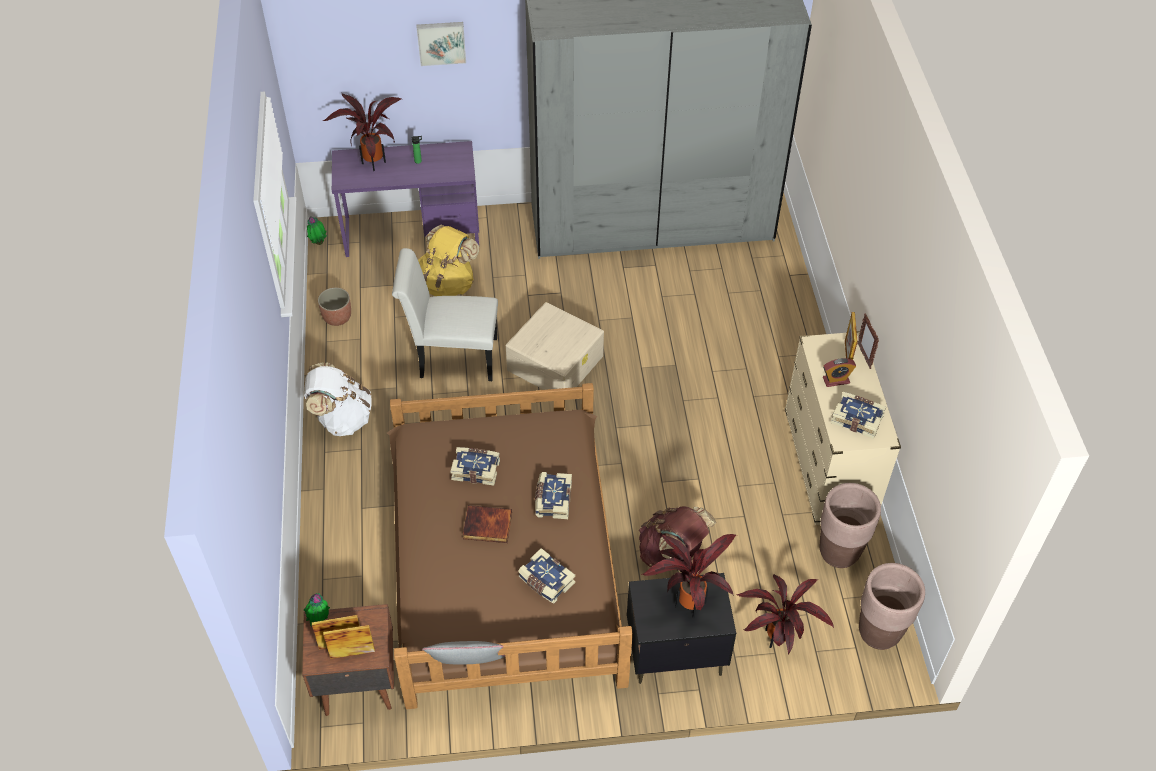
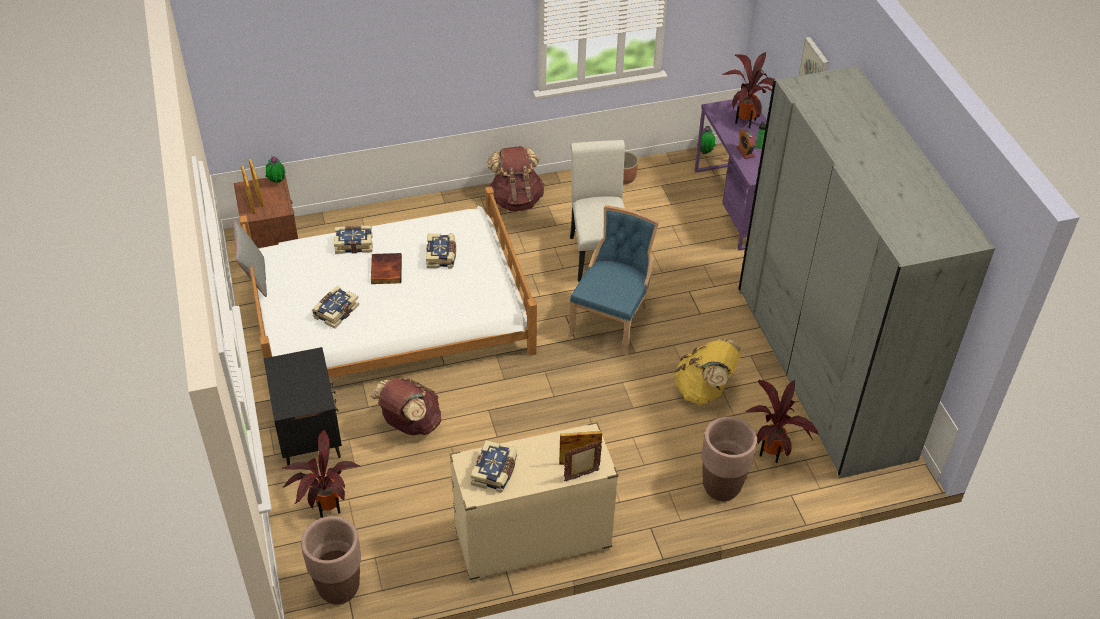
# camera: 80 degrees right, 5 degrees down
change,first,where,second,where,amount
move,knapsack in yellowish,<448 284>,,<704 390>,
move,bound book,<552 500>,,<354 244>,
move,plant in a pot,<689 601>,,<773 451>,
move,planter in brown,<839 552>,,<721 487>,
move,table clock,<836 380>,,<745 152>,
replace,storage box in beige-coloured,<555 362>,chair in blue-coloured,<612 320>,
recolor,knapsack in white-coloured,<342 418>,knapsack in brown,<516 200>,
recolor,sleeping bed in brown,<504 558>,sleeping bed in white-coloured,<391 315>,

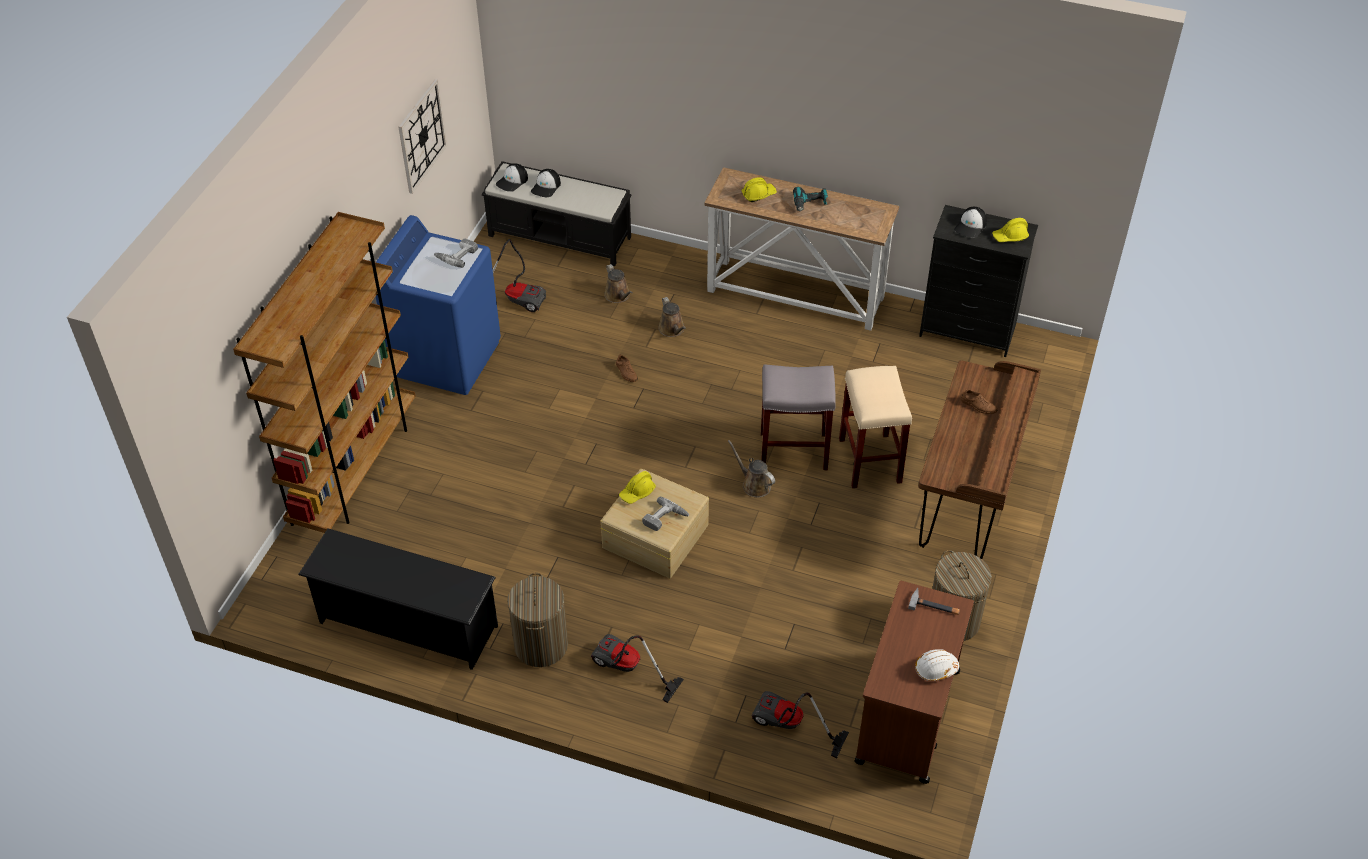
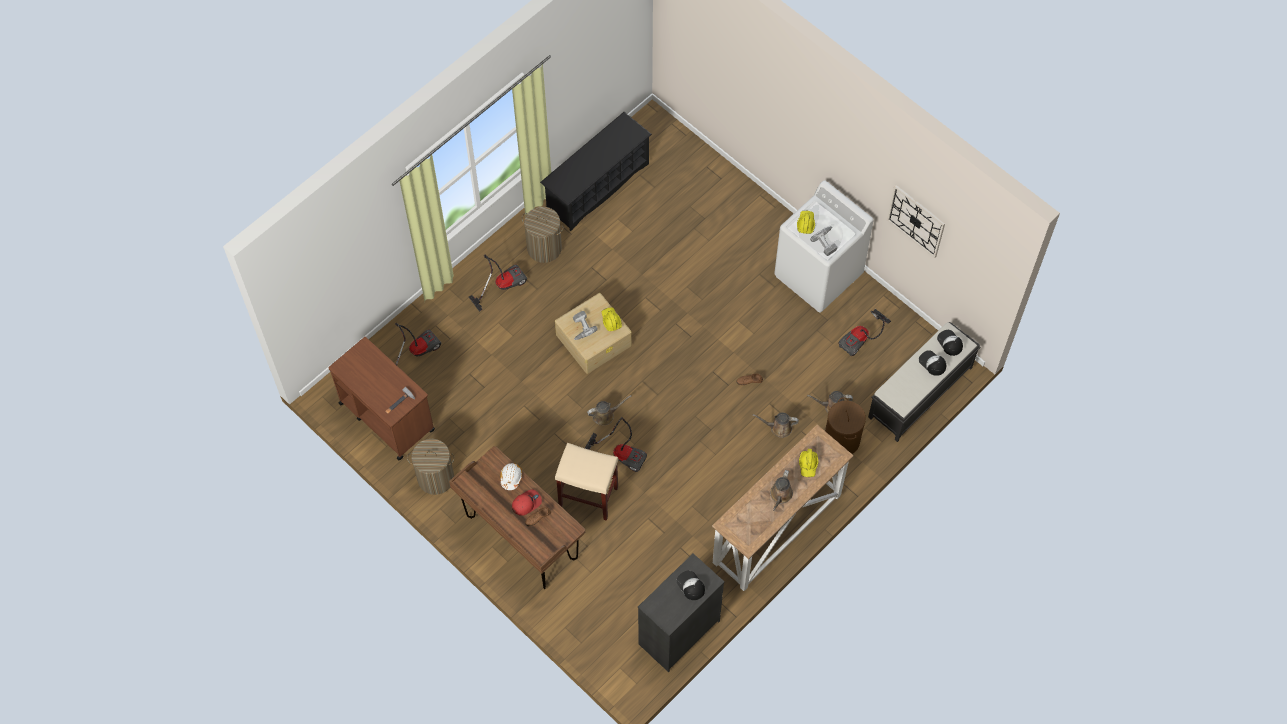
# camera: 115 degrees right, 15 degrees up
change,first,where,second,where,amount
delete,shelving unit in brown,<354 468>,,,
insert,,,peaked cap in red,<526 503>,
insert,,,hamper in brown,<841 440>,
move,work helmet in white-coloured,<935 669>,,<511 477>,
move,work helmet in yellowish,<1010 237>,,<805 224>,
replace,stool in grey,<794 450>,hoover,<622 454>,
replace,drill,<810 204>,watering pot in brown,<780 495>,
recolor,laundry appliance in blue-coloured,<446 358>,laundry appliance in white-coloured,<818 275>,

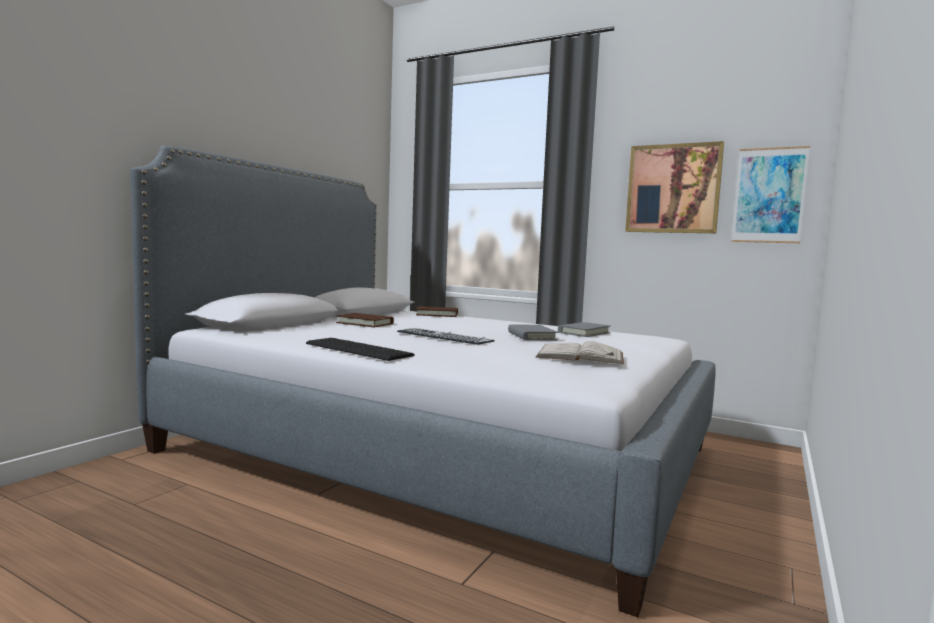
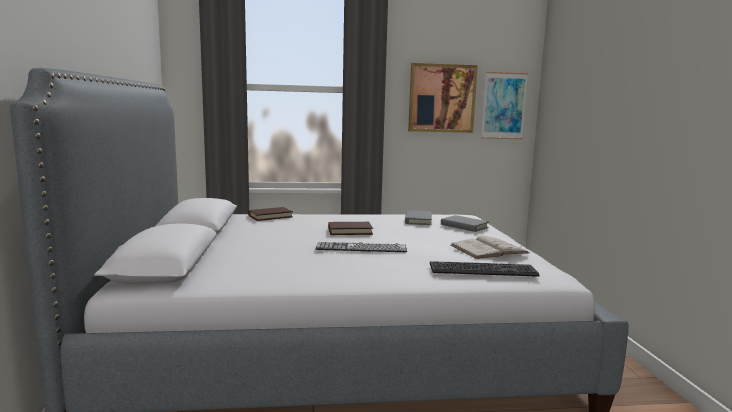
# camera: 35 degrees left, 5 degrees up
change,first,where,second,where,amount
move,keyboard,<358 349>,,<481 269>,
move,bound book in brown,<365 323>,,<350 231>,
move,bound book in grey,<531 336>,,<464 226>,

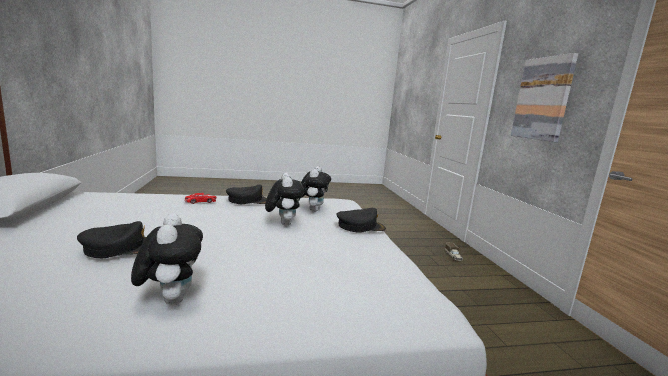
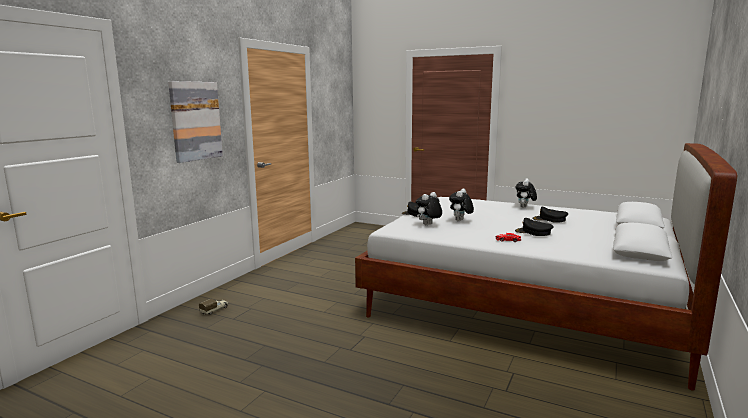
# camera: 140 degrees left, 0 degrees up
change,first,where,second,where,amount
move,peaked cap in black-coloured,<248 200>,,<533 232>,

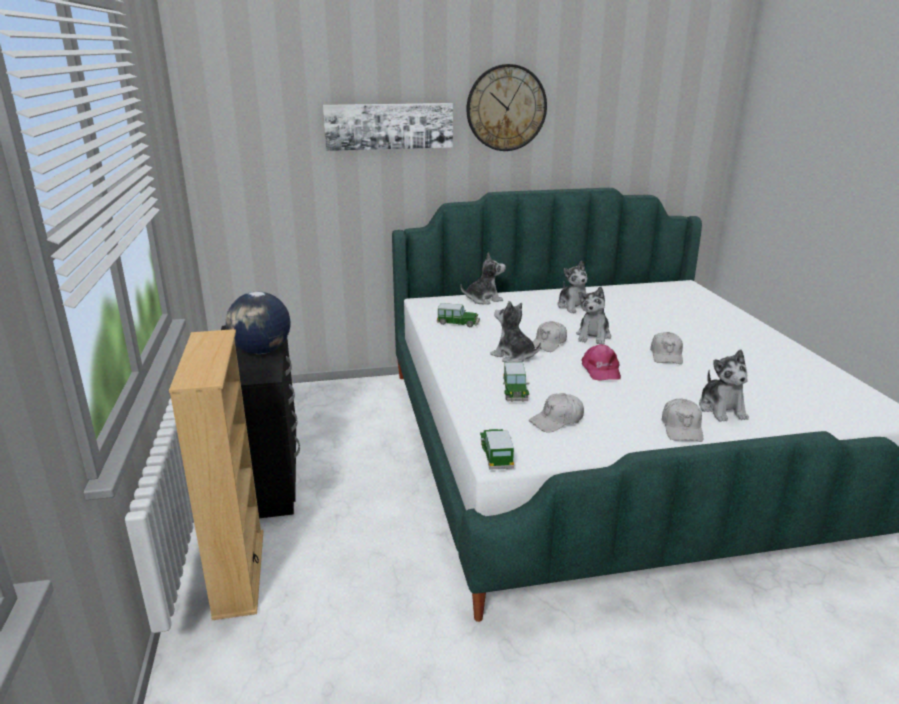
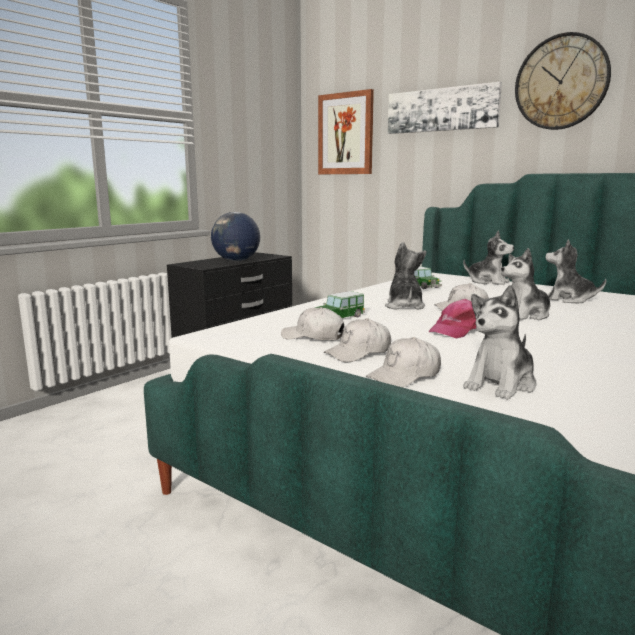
# camera: 50 degrees right, 10 degrees down
change,first,where,second,where,amount
delete,shelving unit in beige-coloured,<239 573>,,,
delete,miniature car,<496 455>,,,
insert,,,picture,<345 134>,
move,peaked cap in white-coloured,<666 355>,,<358 353>,
rotate,cuddly toy,<573 306>,,<568 300>,90 degrees clockwise

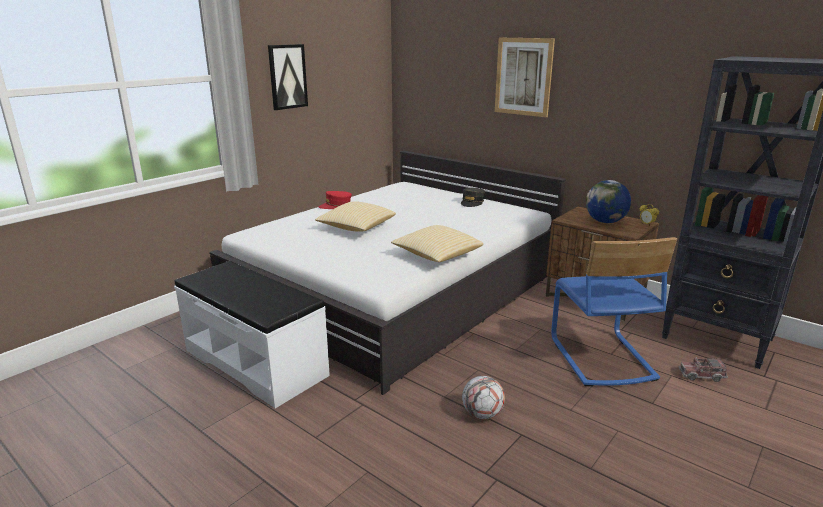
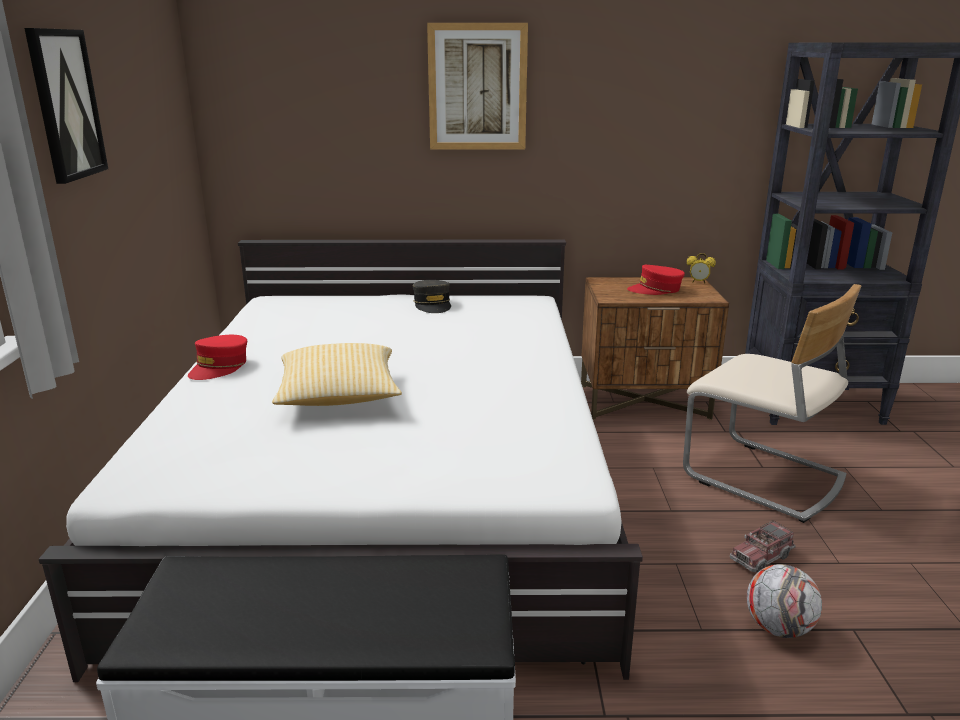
# camera: 40 degrees left, 0 degrees up
change,first,where,second,where,amount
delete,cushion,<436 256>,,,
move,toy truck,<701 375>,,<761 557>,
replace,globe,<605 222>,peaked cap in red,<655 290>,
recolor,chair in blue-coloured,<600 358>,chair in beige-coloured,<762 478>,

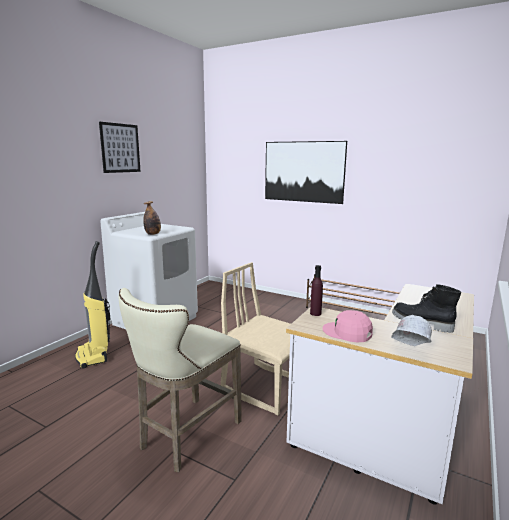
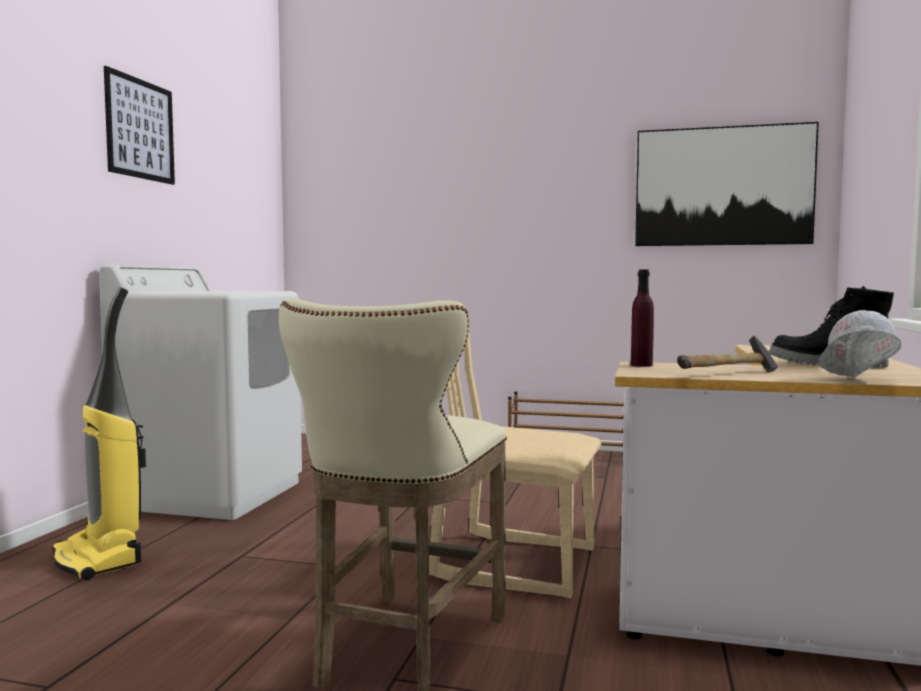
# camera: 15 degrees left, 10 degrees down
change,first,where,second,where,amount
delete,bottle,<153 234>,,,
move,picture,<303 172>,,<723 186>,
replace,peaked cap in pink,<347 332>,hand hammer,<728 374>,

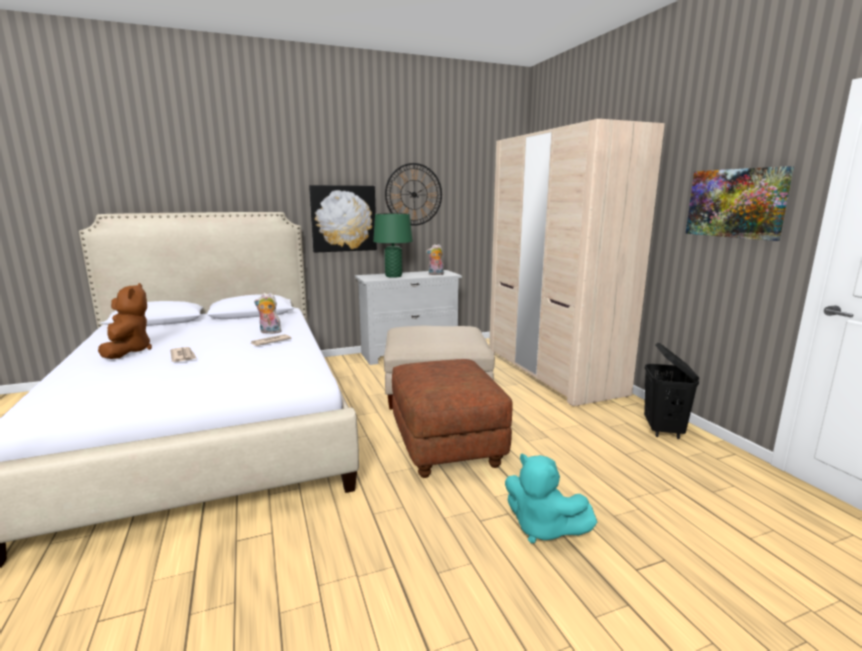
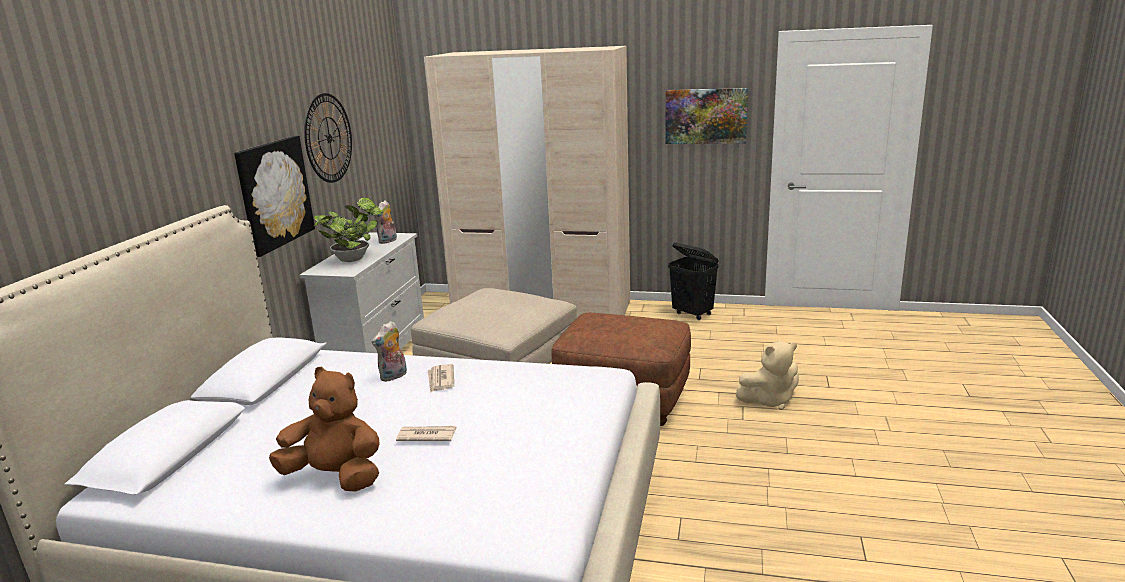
# camera: 55 degrees left, 5 degrees up
change,first,where,second,where,amount
replace,lamp for a table in greenish,<393 276>,plant in a pot,<354 259>,
recolor,cuddly toy in turquoise,<542 528>,cuddly toy in beige-coloured,<769 400>,

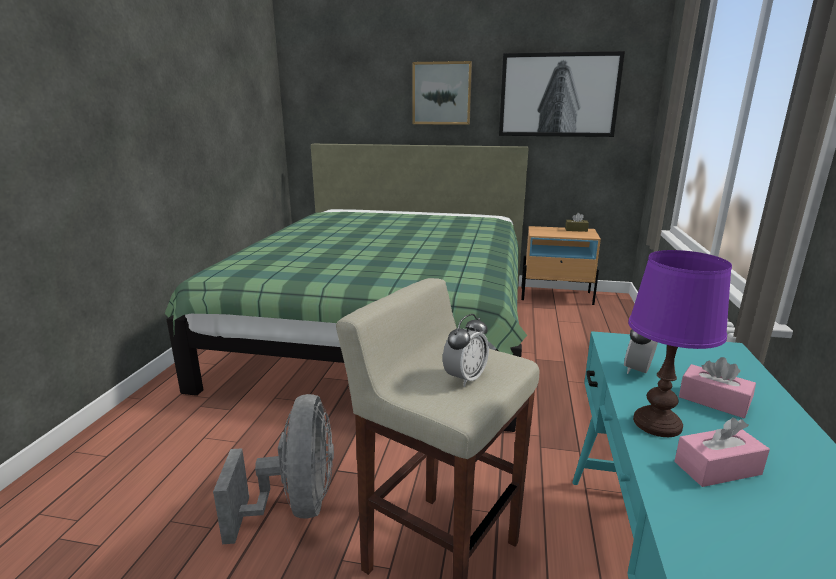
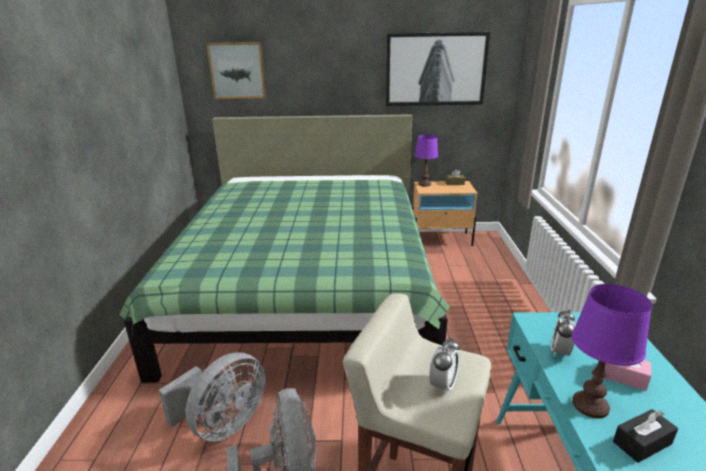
# camera: 10 degrees left, 5 degrees up
change,first,where,second,where,amount
insert,,,fan in grey,<223 424>,
insert,,,lamp for a table in purple,<424 184>,
move,picture,<441 93>,,<237 70>,
recolor,box of tissues in pink,<717 468>,box of tissues in black-coloured,<642 443>,

